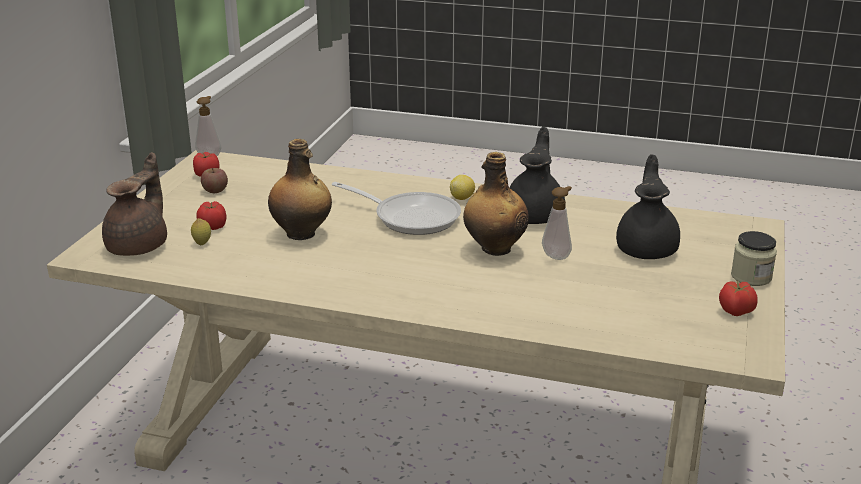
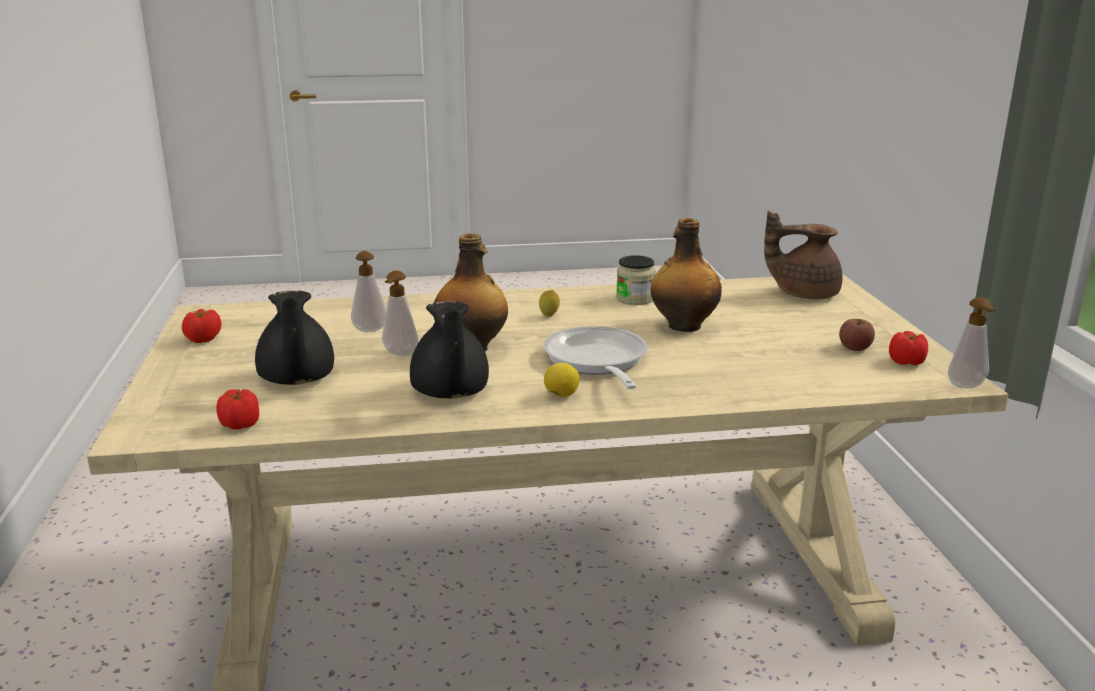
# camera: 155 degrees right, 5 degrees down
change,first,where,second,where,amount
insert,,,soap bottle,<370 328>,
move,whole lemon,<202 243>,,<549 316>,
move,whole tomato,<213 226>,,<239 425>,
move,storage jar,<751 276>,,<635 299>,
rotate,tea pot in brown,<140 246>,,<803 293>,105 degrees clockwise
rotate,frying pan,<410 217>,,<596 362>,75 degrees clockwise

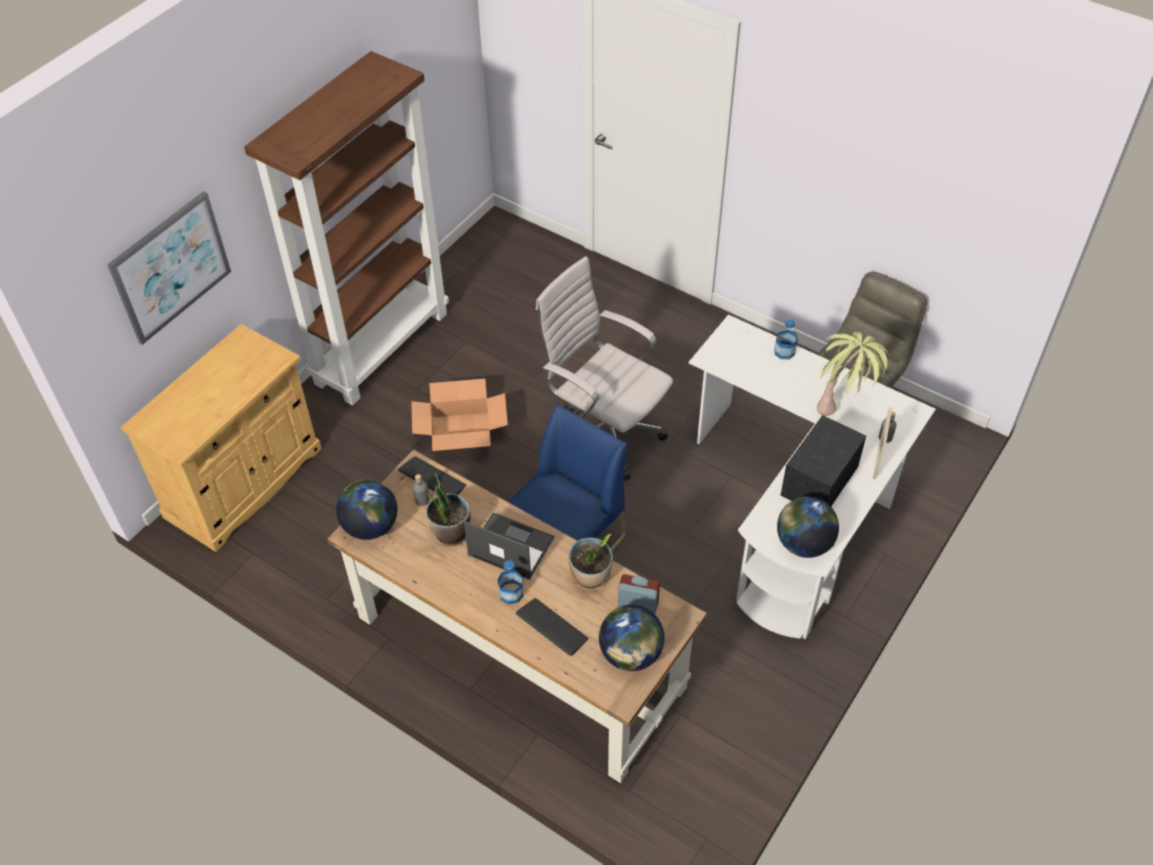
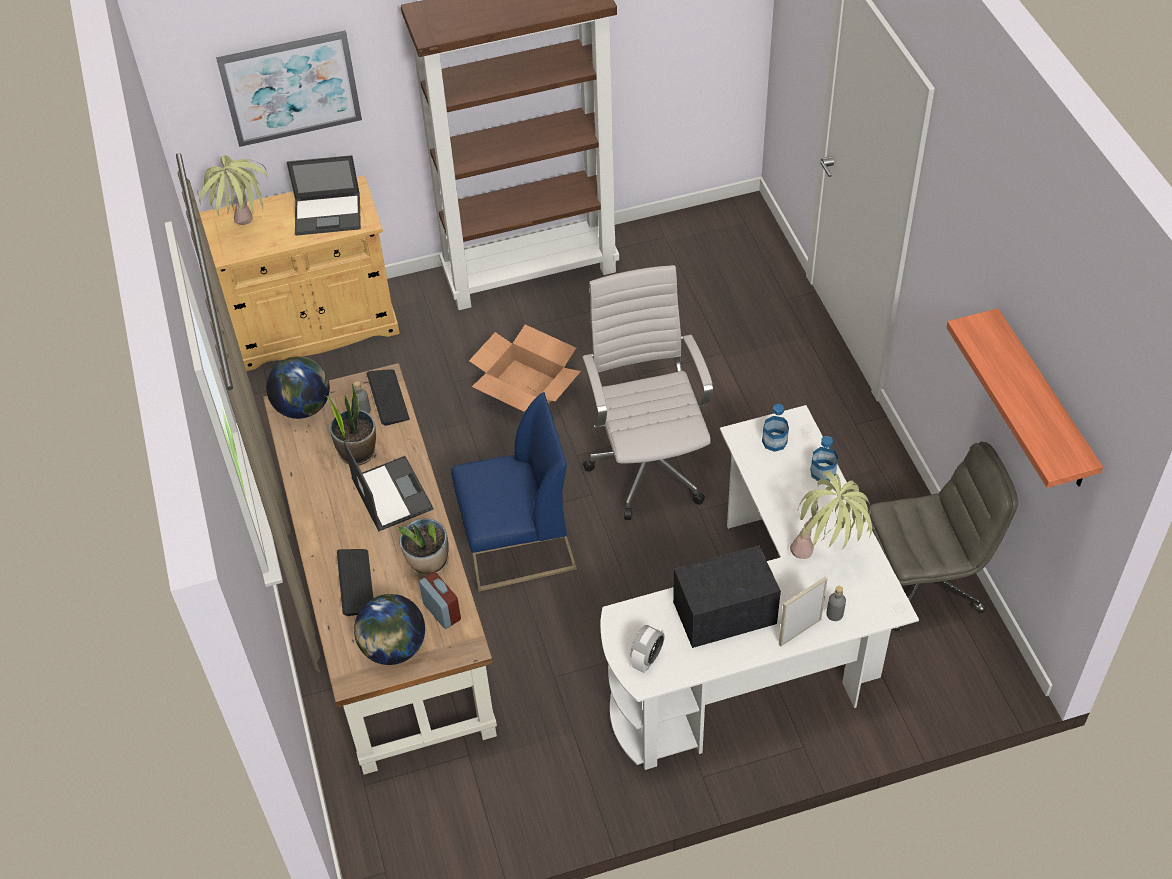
# camera: 40 degrees right, 0 degrees up
change,first,where,second,where,amount
insert,,,plant in a pot,<245 236>,
insert,,,portable computer,<329 214>,
insert,,,shelf,<1043 402>,
move,bottle,<511 593>,,<774 441>,
replace,globe,<803 544>,table clock,<647 659>,

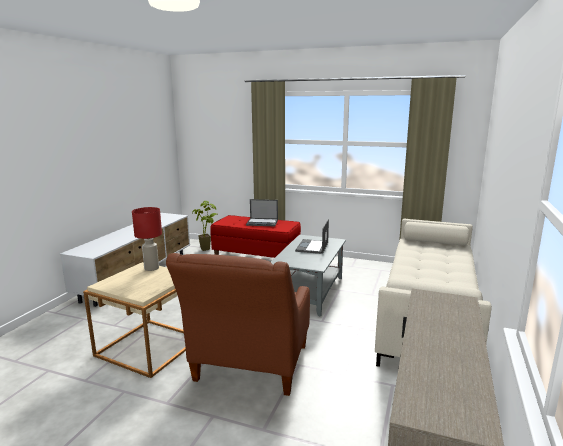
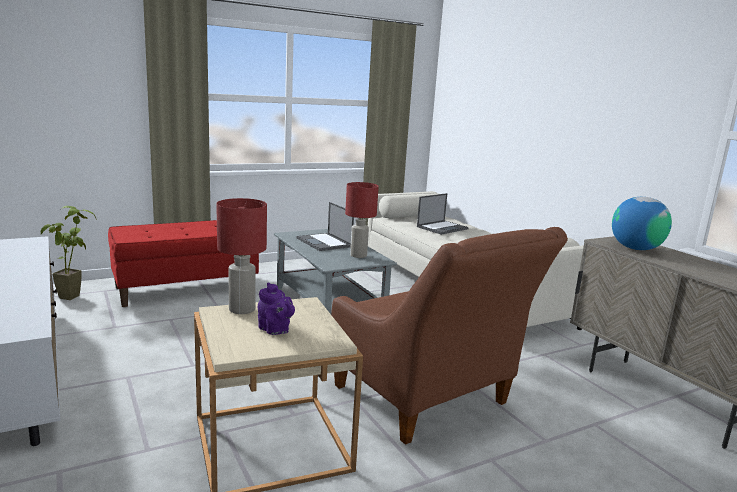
# camera: 50 degrees left, 0 degrees up
change,first,where,second,where,amount
insert,,,tea pot in purple,<275 330>,
insert,,,lamp for a table in red,<358 255>,
insert,,,globe,<635 248>,
move,portable computer,<262 222>,,<442 228>,

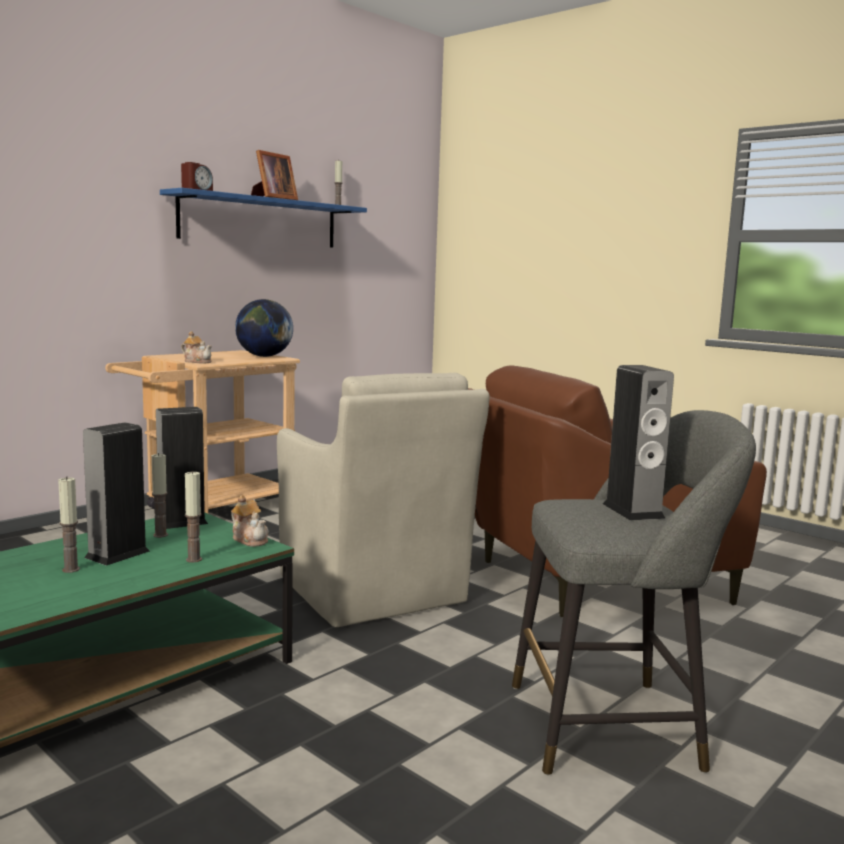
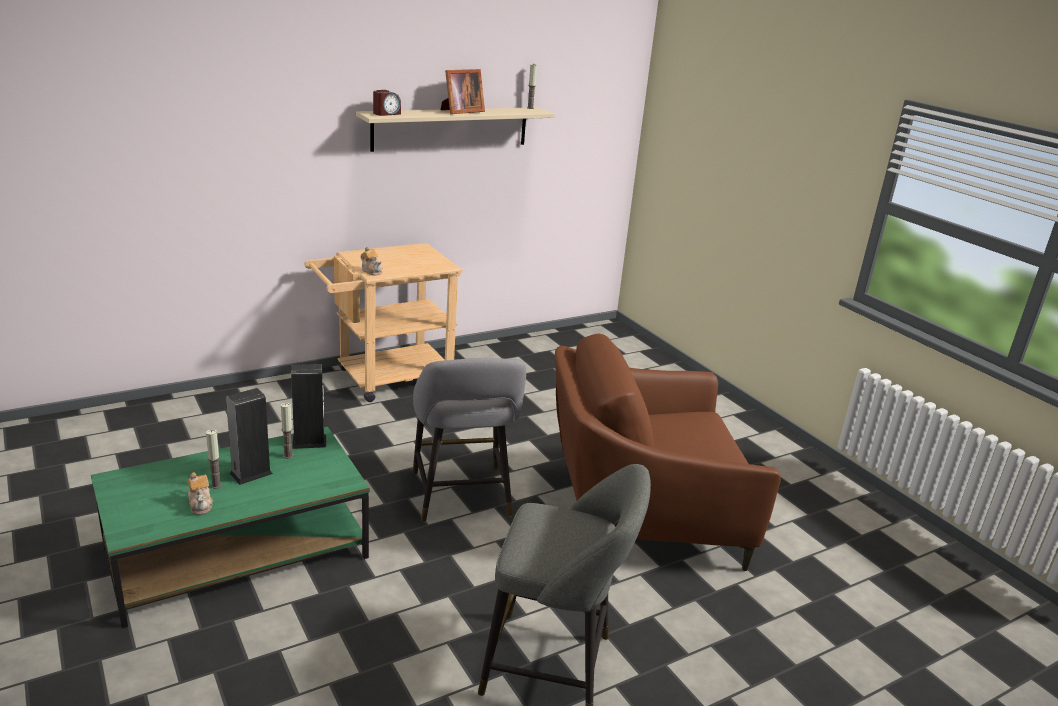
# camera: 15 degrees right, 15 degrees up
change,first,where,second,where,amount
delete,candle,<194 559>,,,
delete,globe,<264 356>,,,
delete,audio speaker,<633 511>,,,
move,tea pot,<250 539>,,<201 504>,
replace,lounge chair in beige-coloured,<373 591>,stool in grey,<462 498>,
recolor,shelf in blue-coloured,<260 221>,shelf in beige-coloured,<451 128>,

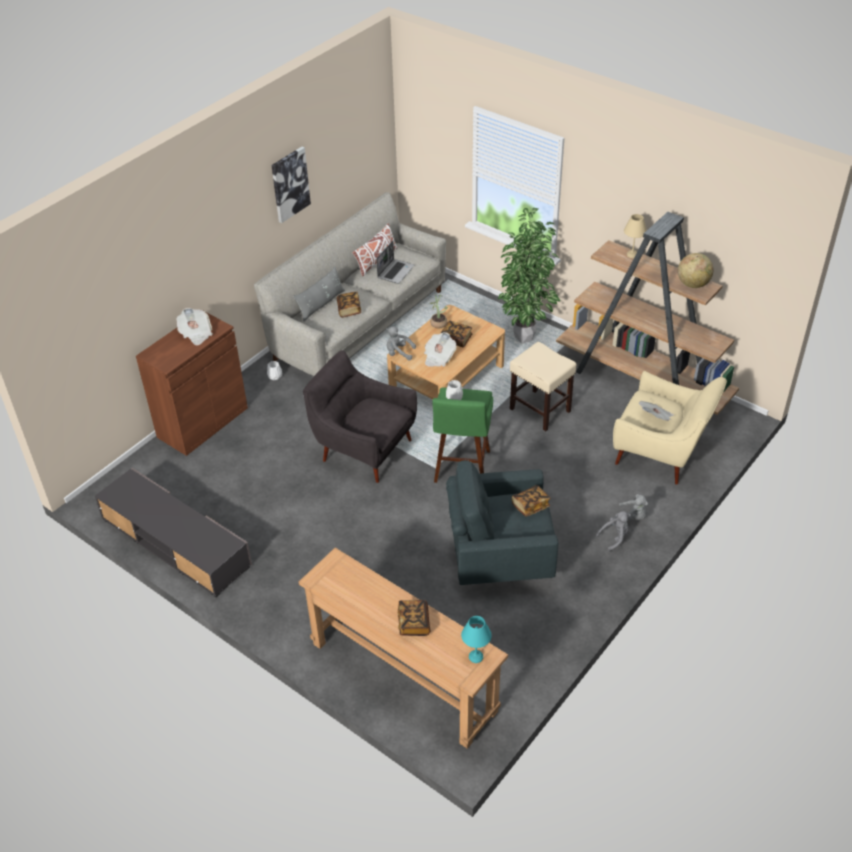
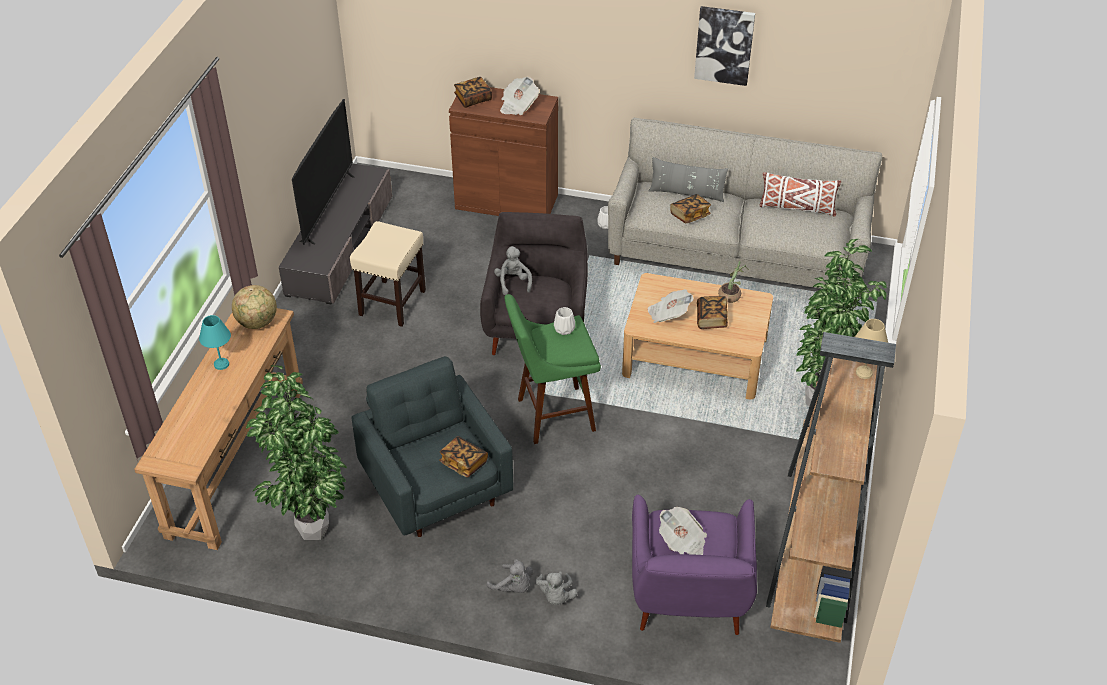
# camera: 65 degrees right, 0 degrees up
change,first,where,second,where,amount
delete,portable computer,<395 272>,,,
insert,,,plant in a pot,<310 532>,
insert,,,television,<327 208>,
move,cuddly toy in grey,<399 353>,,<513 282>,
move,bound book,<413 623>,,<473 99>,
move,lamp for a table in turquoise,<475 656>,,<221 363>,
move,stool in beige-coloured,<539 410>,,<392 302>,
move,globe,<693 284>,,<257 323>,
recolor,lounge chair in beige-coloured,<661 454>,lounge chair in purple,<688 600>,

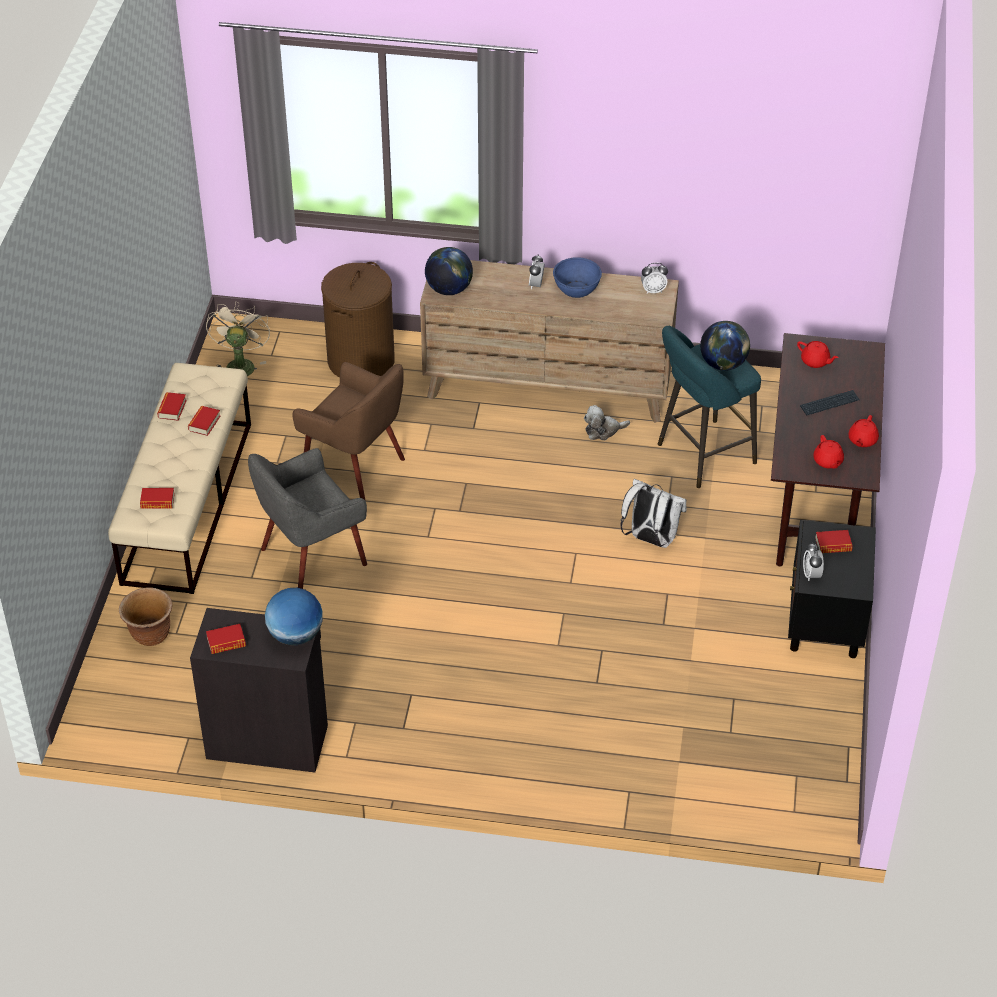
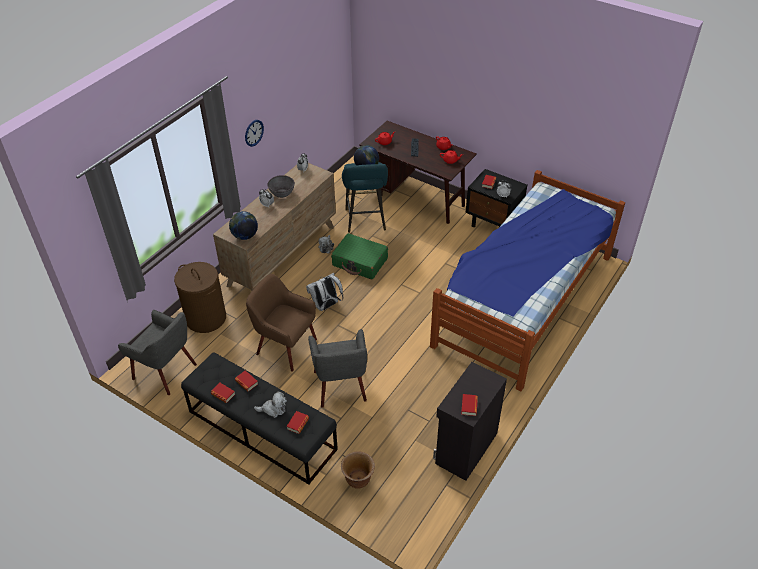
# camera: 65 degrees left, 0 degrees up
change,first,where,second,where,amount
delete,globe,<295 635>,,,
insert,,,wall clock,<254 133>,
insert,,,cuddly toy,<273 409>,
insert,,,piece of luggage in greenish,<360 262>,
insert,,,sleeping bed,<523 299>,
move,knapsack in white-coloured,<650 539>,,<326 306>,
replace,fan in beige-coloured,<240 364>,lounge chair in grey,<165 371>,
recolor,bench in beige-coloured,<187 501>,bench in black-coloured,<261 430>,
recolor,serving bowl in blue-coloured,<576 289>,serving bowl in grey,<282 193>,
rotate,lounge chair in brown,<355 466>,,<285 347>,120 degrees counterclockwise

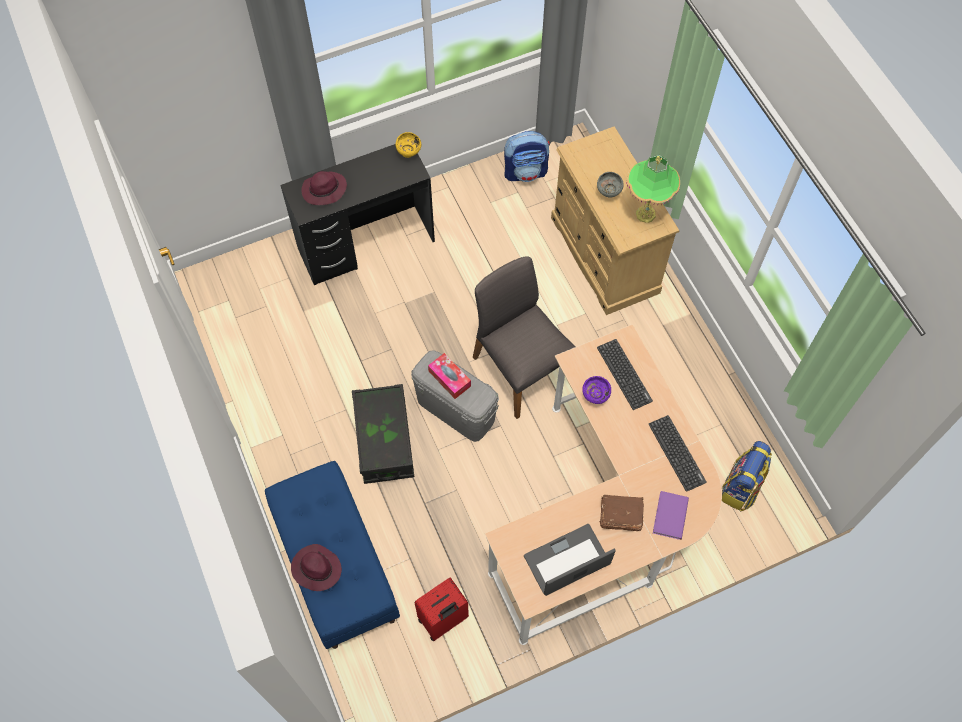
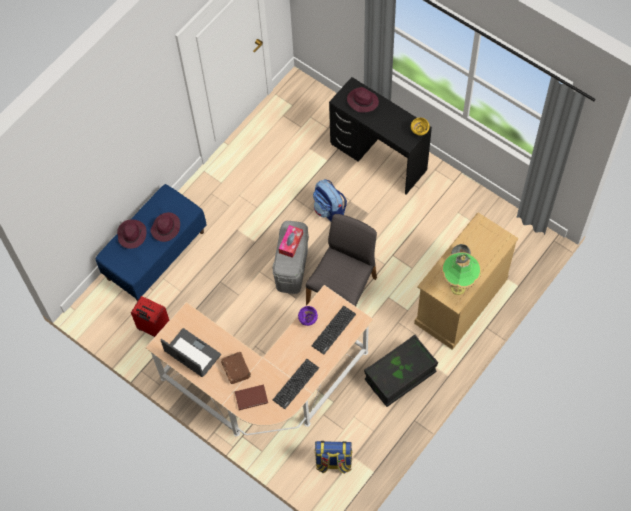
# camera: 65 degrees right, 0 degrees up
change,first,where,second,where,amount
insert,,,hat in purple,<166 228>,
move,storage box in black-coloured,<384 441>,,<400 376>,
move,knapsack,<525 172>,,<329 210>,
recolor,bound book in purple,<669 516>,bound book in brown,<250 397>,

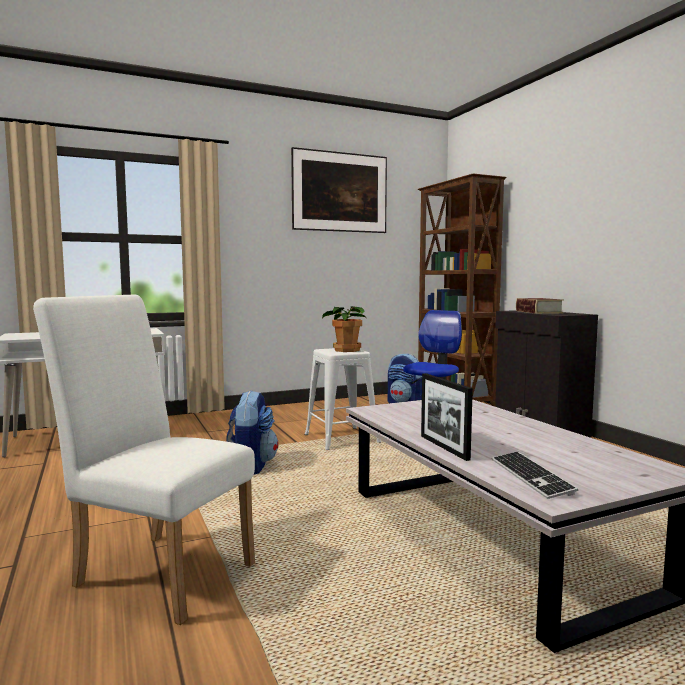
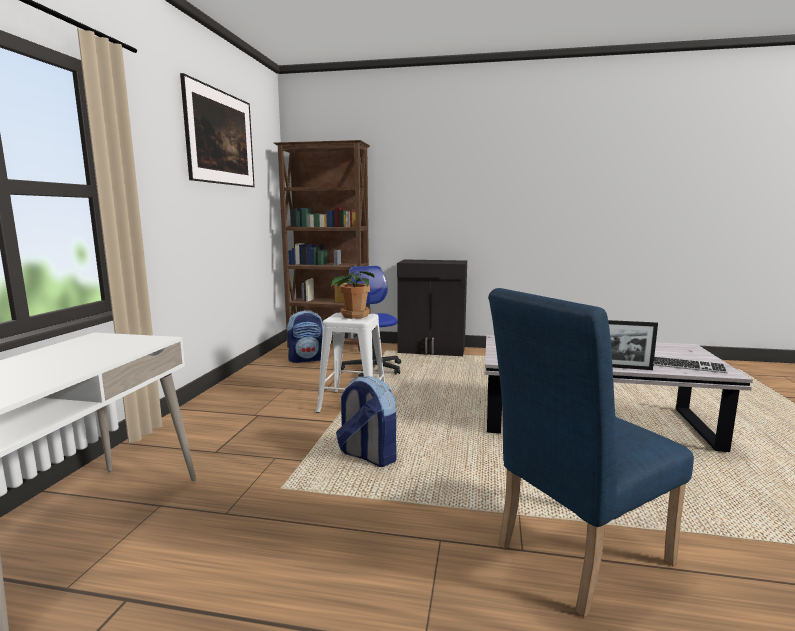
# camera: 55 degrees left, 5 degrees up
change,first,where,second,where,amount
delete,bound book,<538 312>,,,
recolor,chair in white-coloured,<157 570>,chair in blue-coloured,<573 557>,

